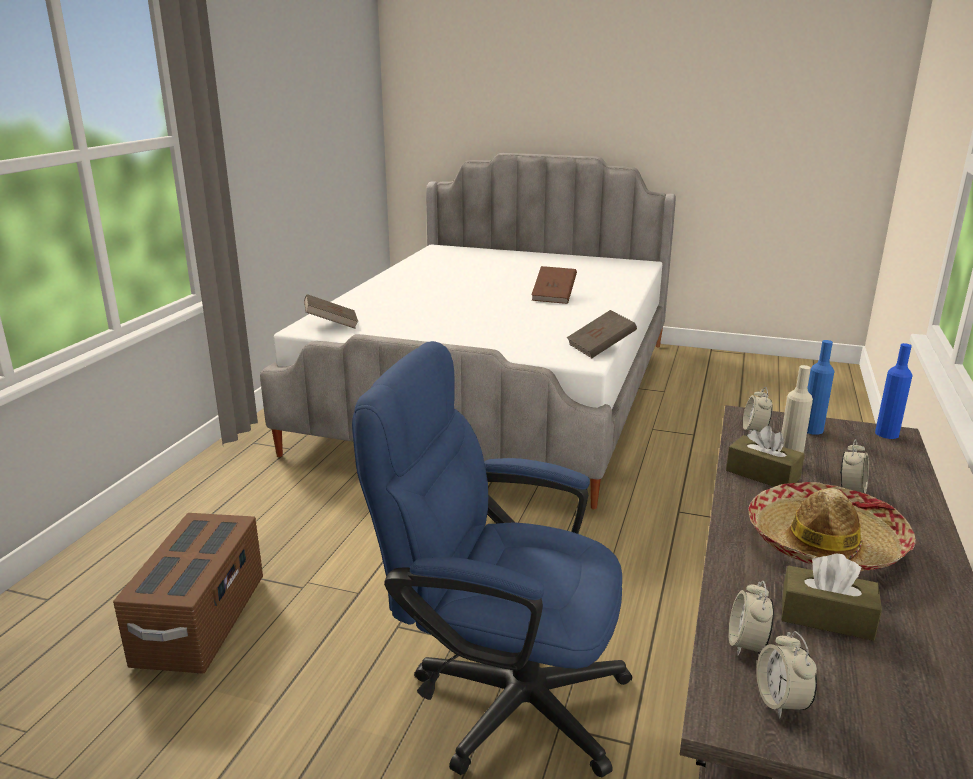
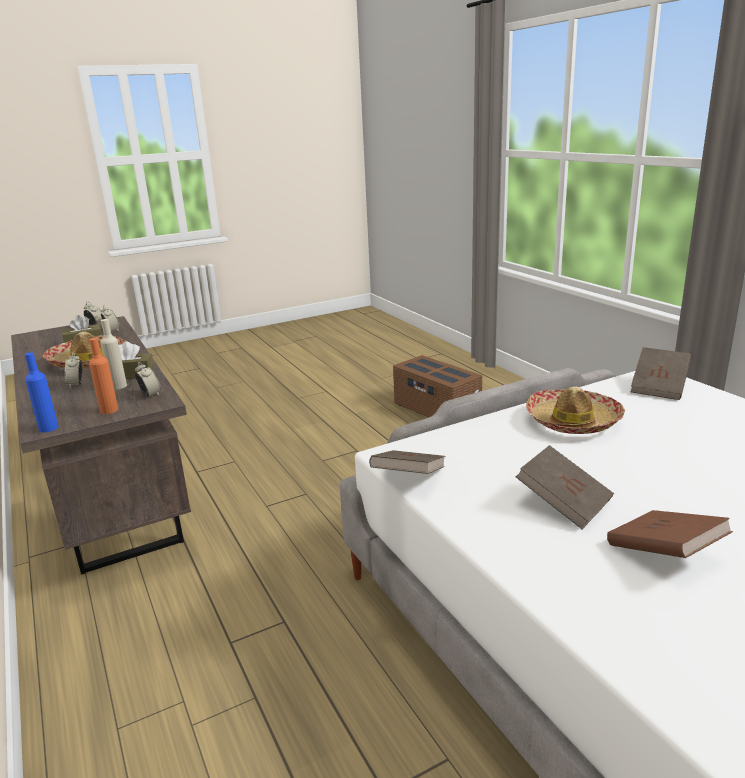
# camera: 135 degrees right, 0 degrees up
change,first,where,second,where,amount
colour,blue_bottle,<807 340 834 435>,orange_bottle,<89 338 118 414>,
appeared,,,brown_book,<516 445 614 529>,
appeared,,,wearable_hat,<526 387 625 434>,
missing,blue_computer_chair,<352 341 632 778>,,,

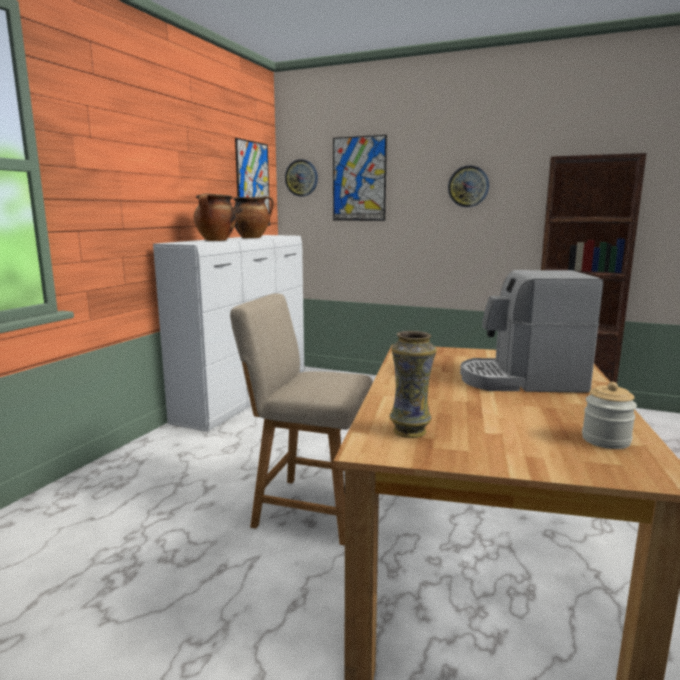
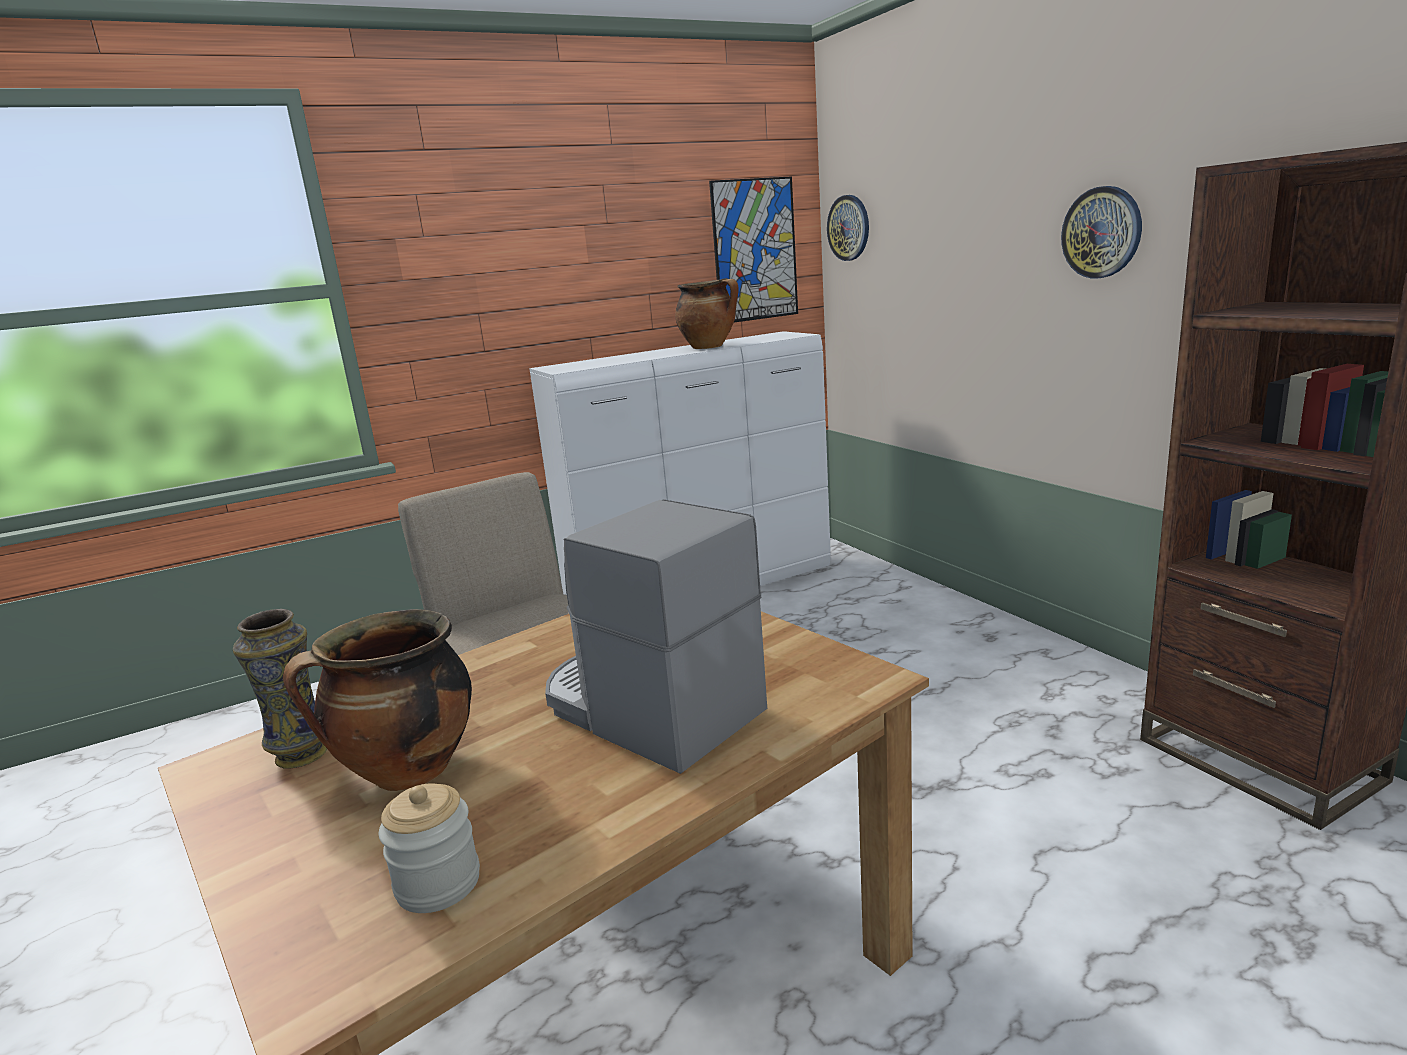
# camera: 40 degrees right, 5 degrees up
change,first,where,second,where,amount
relocated,cooking_pot,<193 193 236 241>,,<283 609 472 791>,
missing,picture,<333 135 387 221>,,,

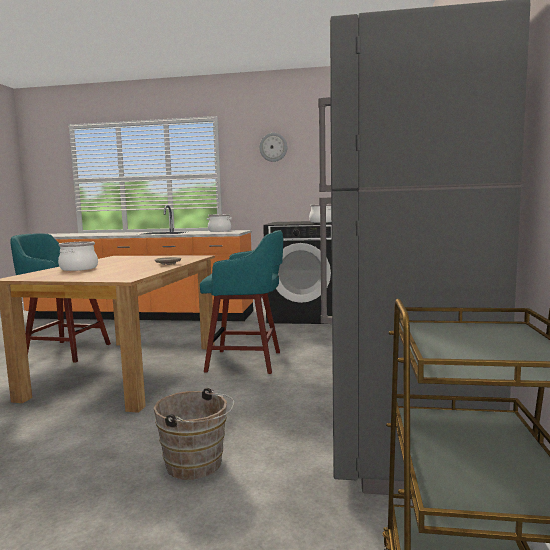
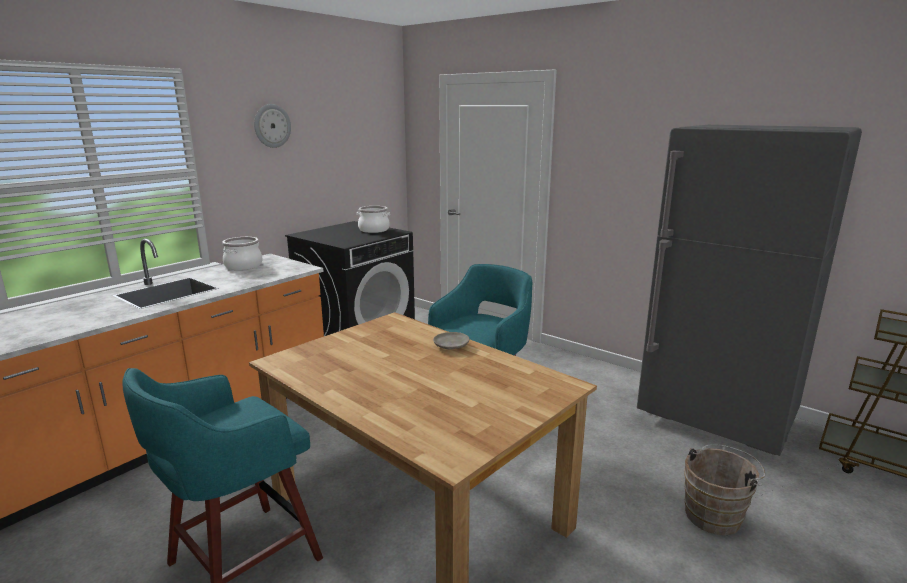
# camera: 60 degrees left, 10 degrees up
change,first,where,second,where,amount
missing,cooking_pot,<58 241 98 271>,,,

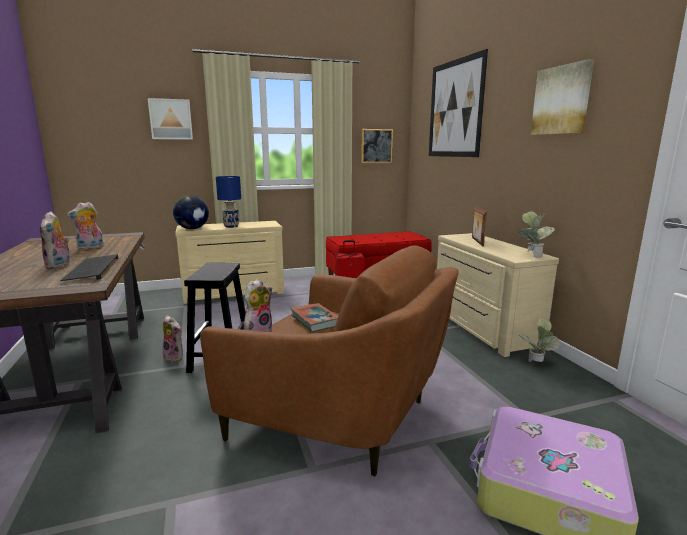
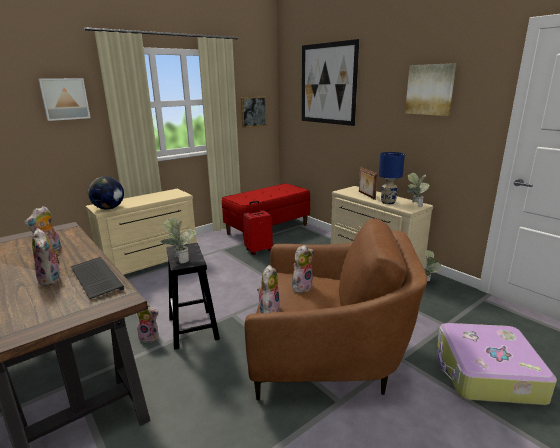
# camera: 20 degrees left, 5 degrees up
change,first,where,second,where,amount
appeared,,,houseplant,<160 218 196 263>,
exchanged,book,<290 303 338 332>,plush_toy,<292 245 314 293>,
relocated,blue_lamp_for_a_table,<216 176 241 228>,,<379 152 405 204>,

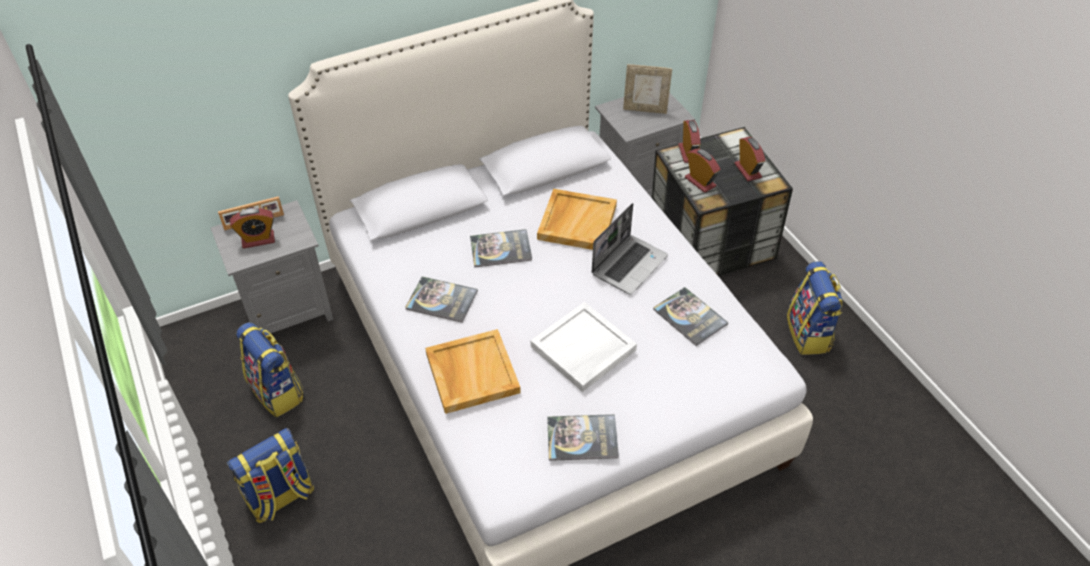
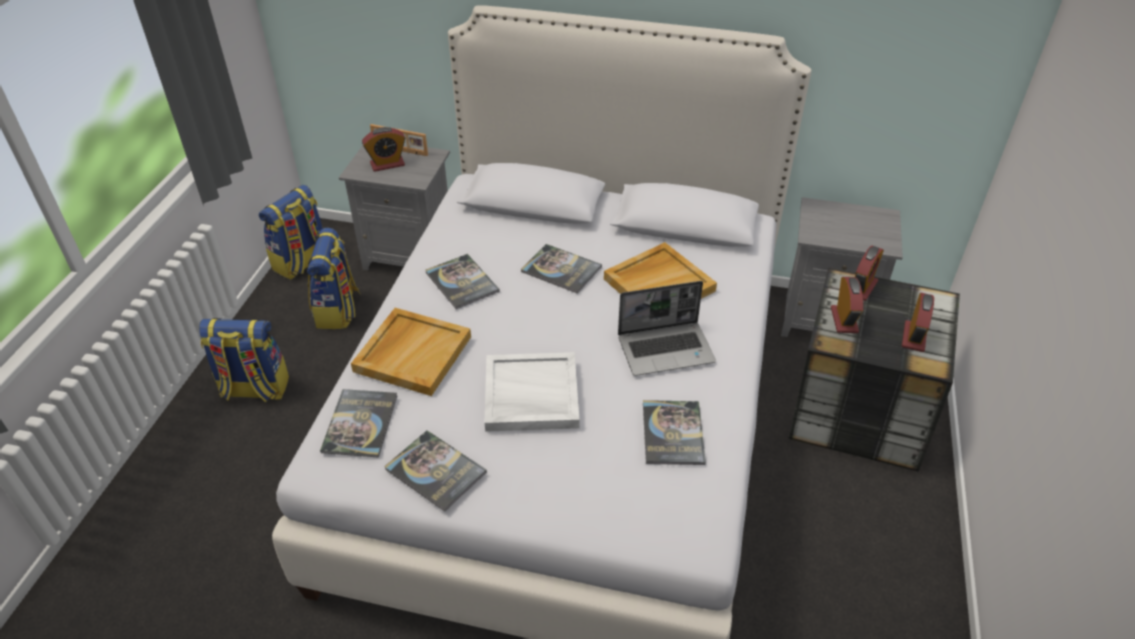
# camera: 40 degrees right, 5 degrees down
change,first,where,second,where,amount
relocated,backpack,<787 261 842 355>,,<259 185 323 280>,
appeared,,,book,<320 389 397 458>,
spun,bedside_clock,<230 208 275 249>,,<362 127 405 172>,45 degrees counterclockwise
missing,photo_frame,<623 64 672 114>,,,

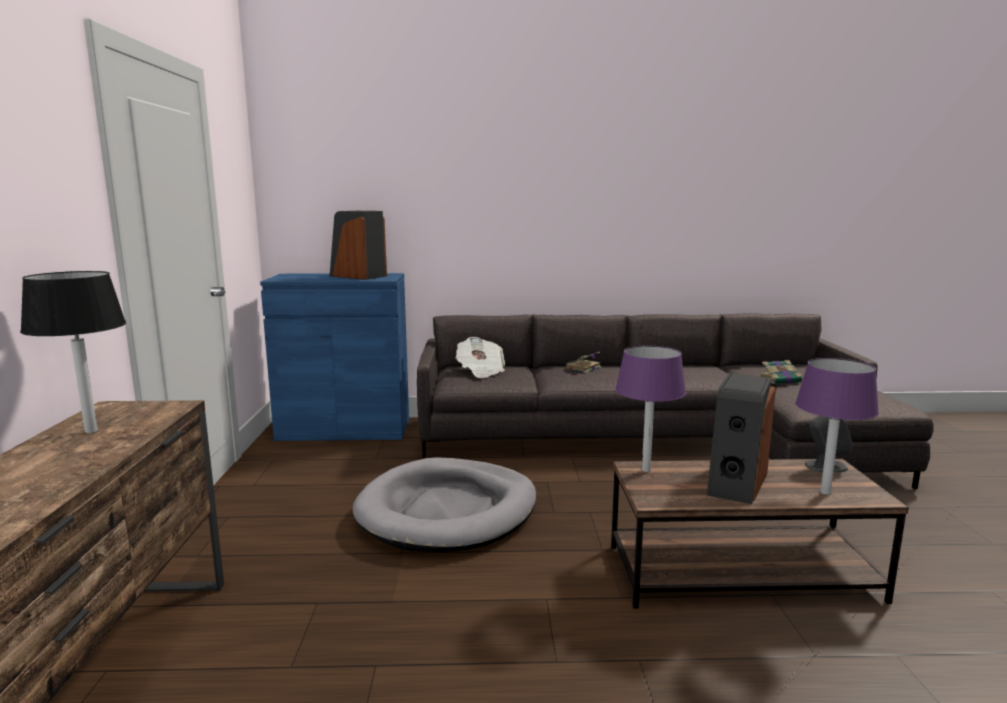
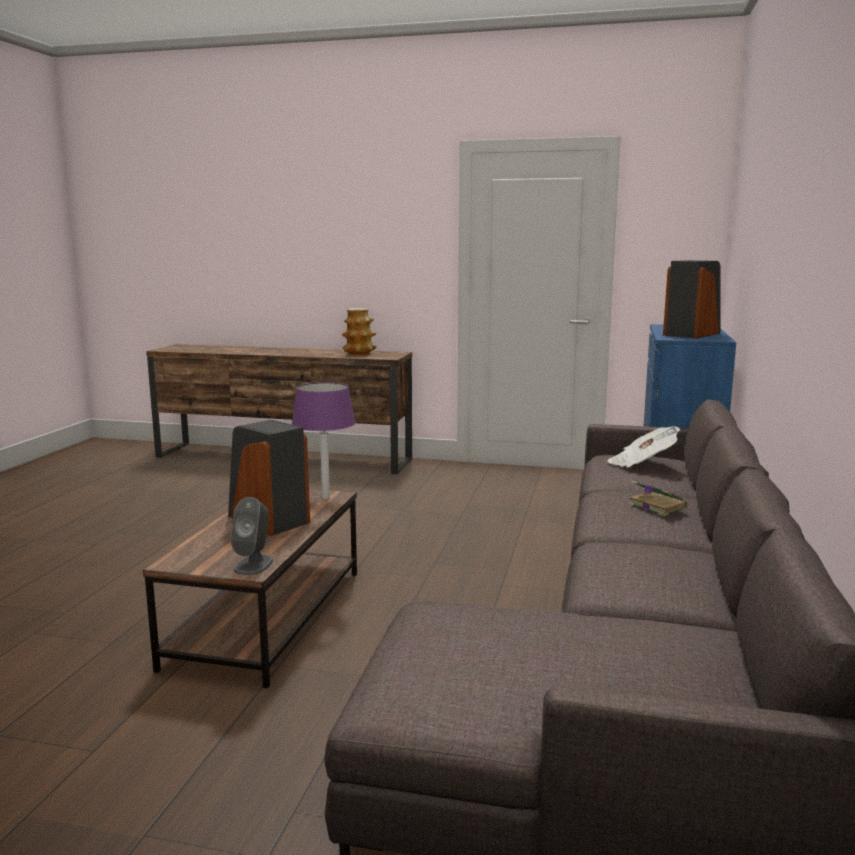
# camera: 105 degrees right, 0 degrees up
change,first,where,second,where,amount
exchanged,black-coloured_lamp_for_a_table,<20 271 126 433>,vase,<342 308 376 355>,
missing,gray_pet_bed,<352 457 536 552>,,,
missing,book,<759 360 802 384>,,,
missing,purple-coloured_lamp_for_a_table,<795 358 879 495>,,,

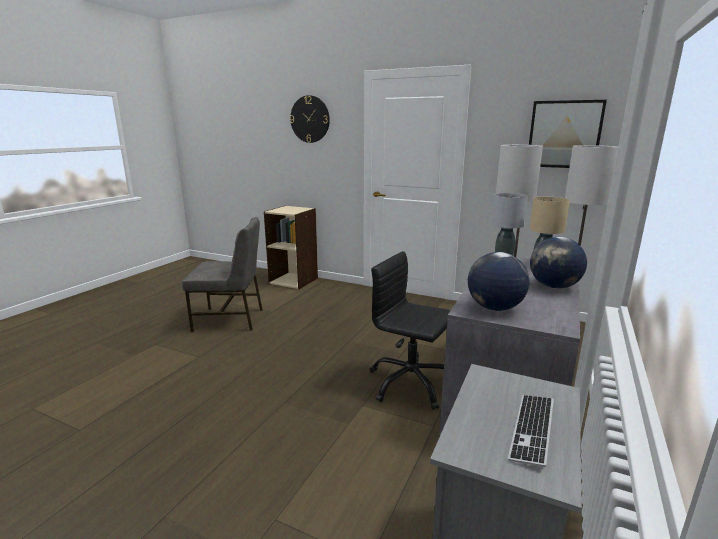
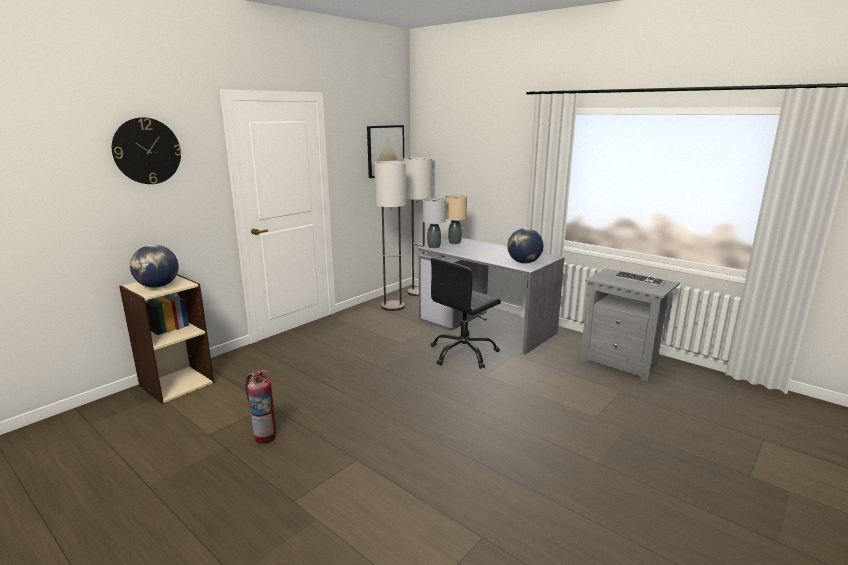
# camera: 75 degrees left, 0 degrees up
change,first,where,second,where,amount
relocated,desk_globe,<530 237 587 289>,,<130 245 179 288>,
exchanged,gray_plain_chair,<182 217 263 332>,fire_extinguisher,<245 370 276 444>,

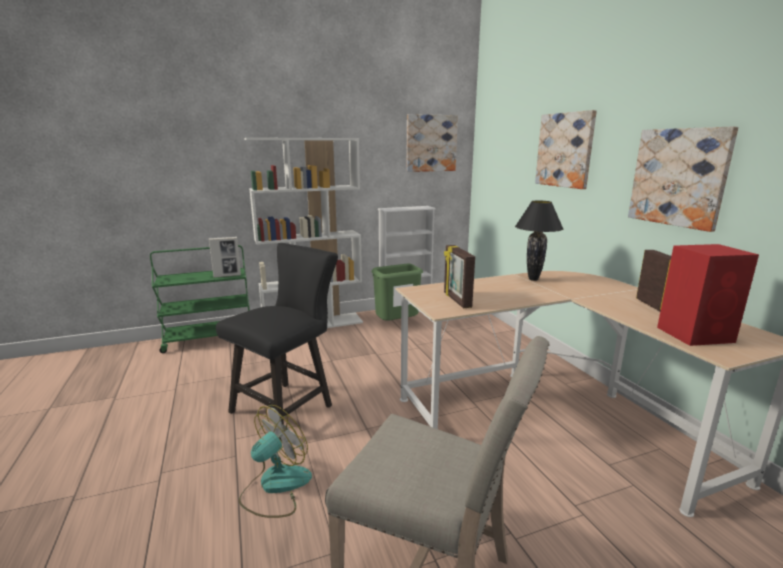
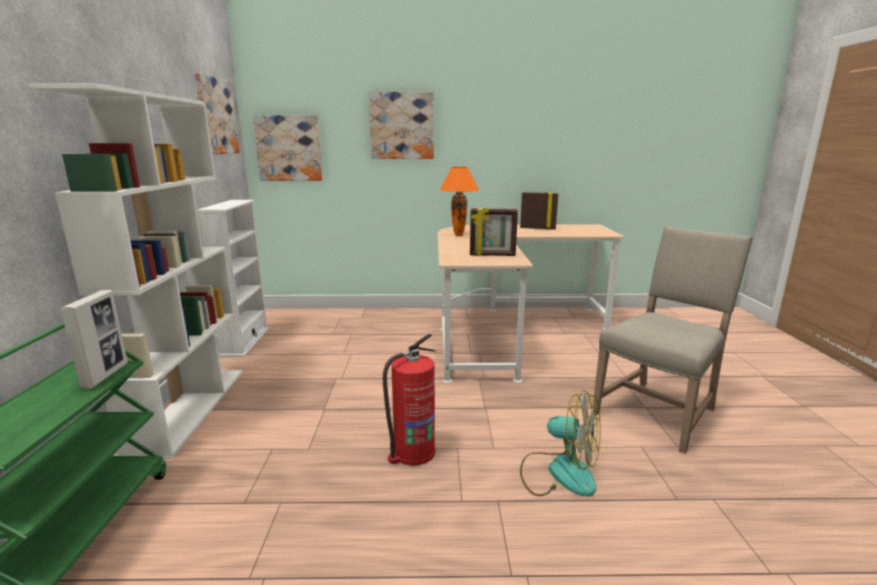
# camera: 70 degrees left, 0 degrees up
change,first,where,second,where,amount
relocated,picture,<628 127 738 232>,,<253 115 322 181>,
exchanged,black-coloured_plain_chair,<216 243 338 443>,fire_extinguisher,<383 333 436 466>,
colour,black-coloured_lamp_for_a_table,<515 201 563 281>,orange_lamp_for_a_table,<440 167 479 236>,
spun,electric_fan,<239 405 312 518>,,<520 390 601 497>,150 degrees clockwise
missing,green_waste_bin,<371 264 423 321>,,,
missing,red_speaker,<657 244 759 346>,,,

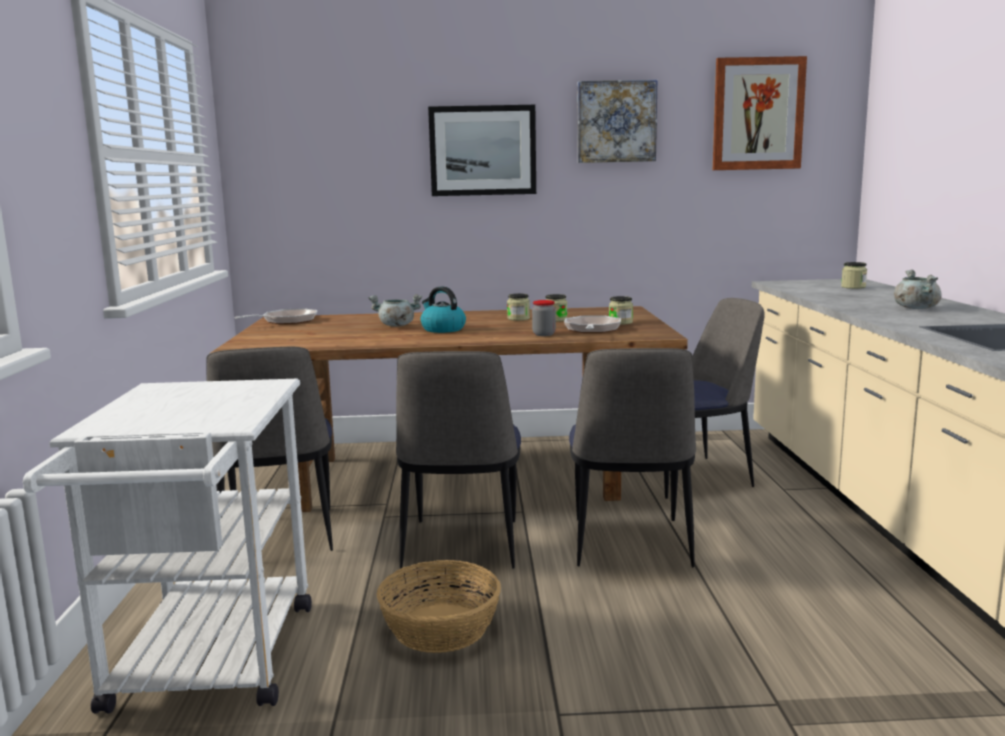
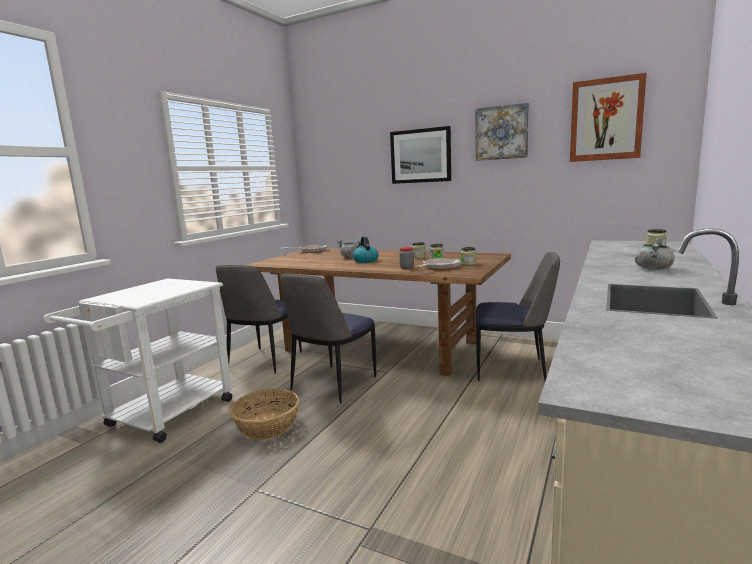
# camera: 30 degrees right, 0 degrees up
change,first,where,second,where,amount
missing,plain_chair,<569 348 696 567>,,,

